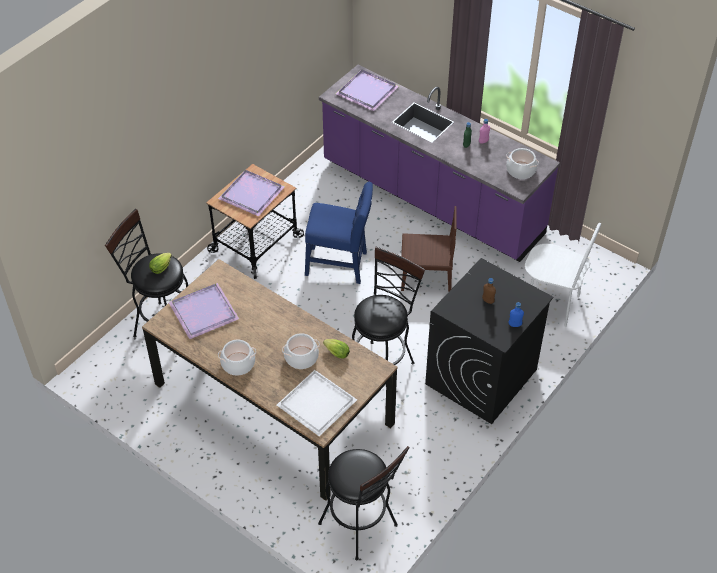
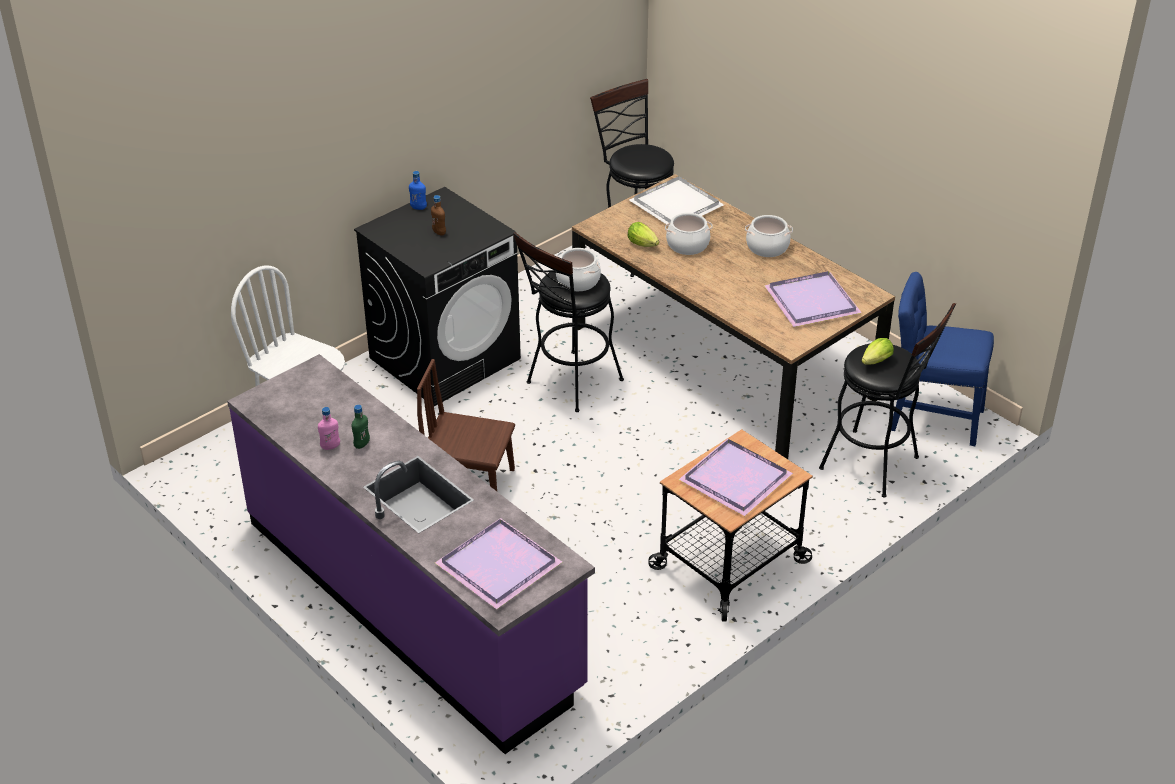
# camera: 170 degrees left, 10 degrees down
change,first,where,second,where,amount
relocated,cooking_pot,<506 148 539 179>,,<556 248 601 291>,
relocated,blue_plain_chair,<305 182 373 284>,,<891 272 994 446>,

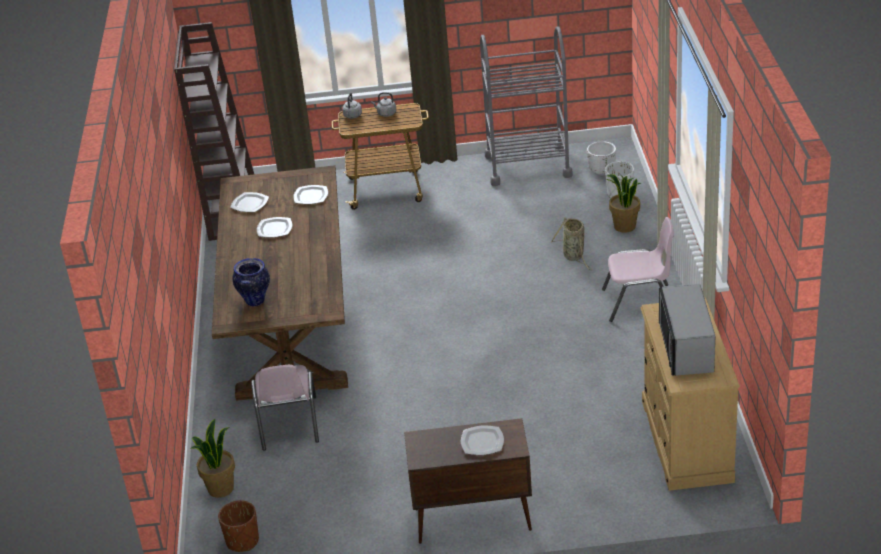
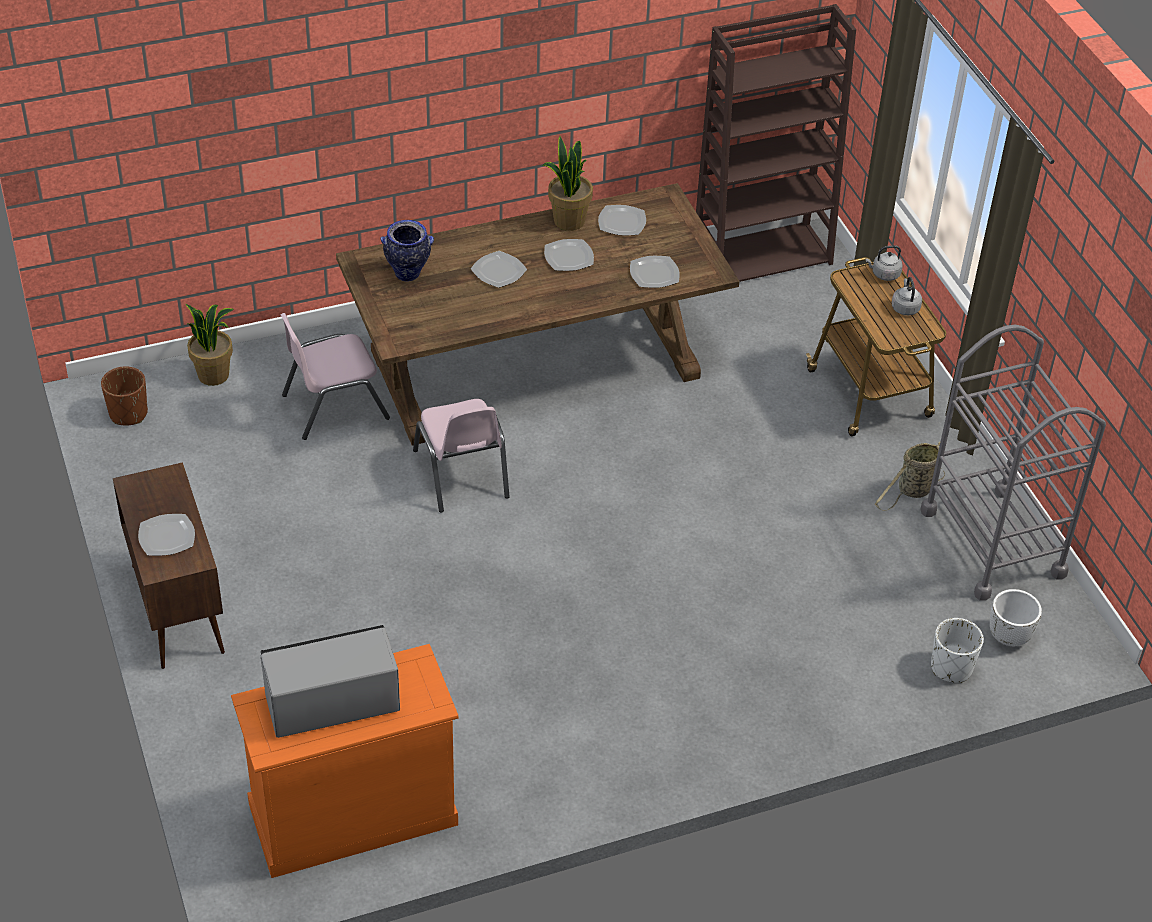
# camera: 70 degrees right, 10 degrees up
change,first,where,second,where,amount
colour,beige-coloured_dresser,<641 298 740 491>,orange_dresser,<231 644 459 878>,
relocated,pink-coloured_plain_chair,<602 217 674 322>,,<413 399 510 513>,
appeared,,,dinner_plate,<471 251 527 288>,
relocated,houseplant,<607 174 642 233>,,<542 136 593 231>,
relocated,basket,<550 217 591 270>,,<875 442 945 511>,

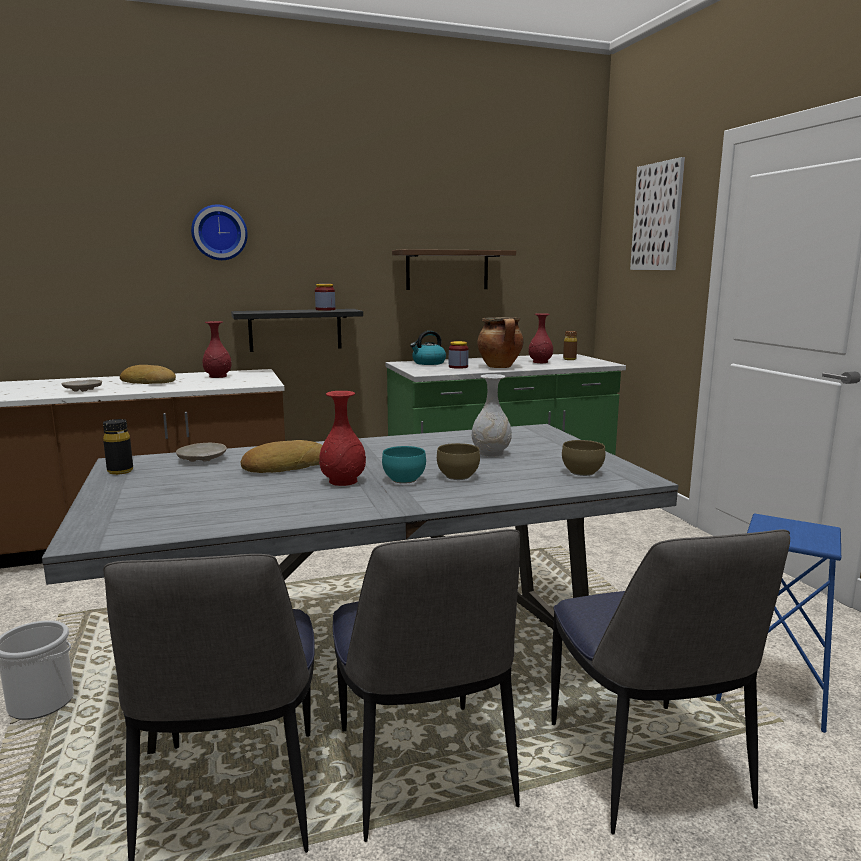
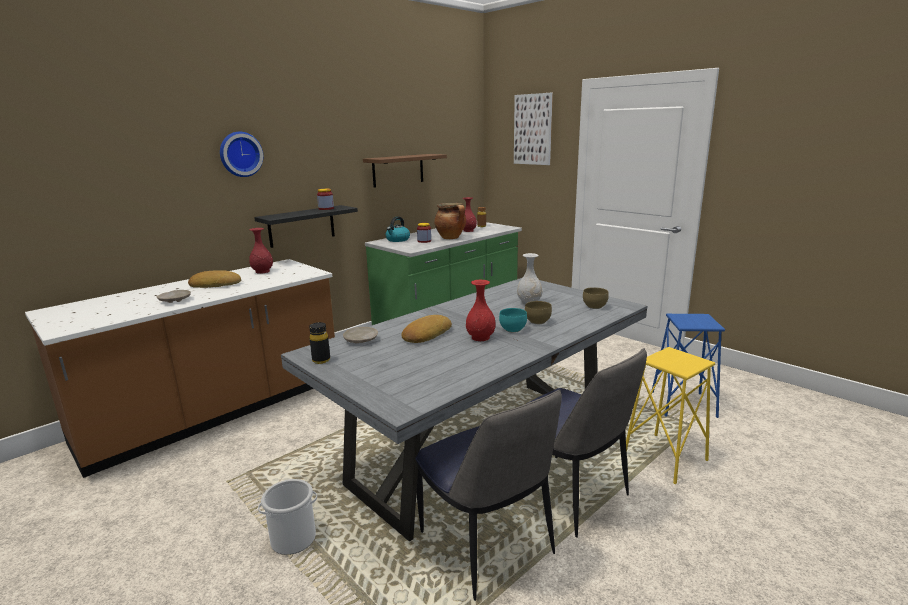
# camera: 25 degrees left, 5 degrees up
change,first,where,second,where,amount
exchanged,plain_chair,<551 529 790 835>,yellow_stool_seat,<626 347 715 484>,

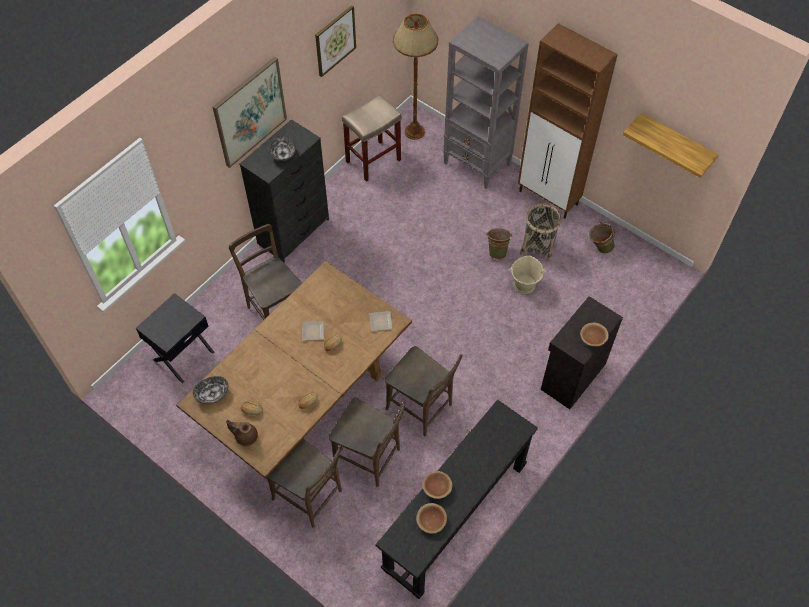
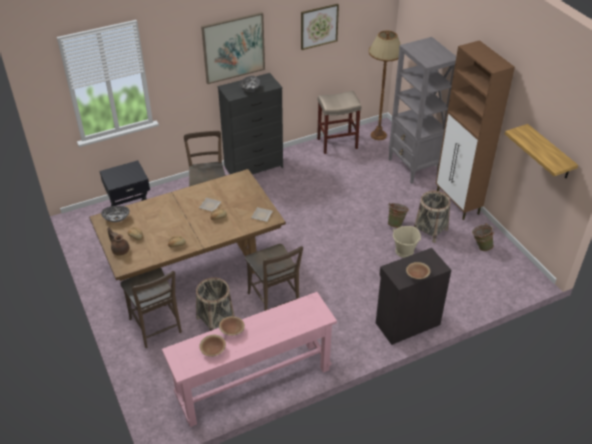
# camera: 25 degrees right, 15 degrees down
change,first,where,second,where,amount
colour,black-coloured_hall_table,<375 400 538 599>,pink-coloured_hall_table,<162 292 337 427>,
exchanged,brown_plain_chair,<329 398 406 487>,basket,<196 277 235 331>,

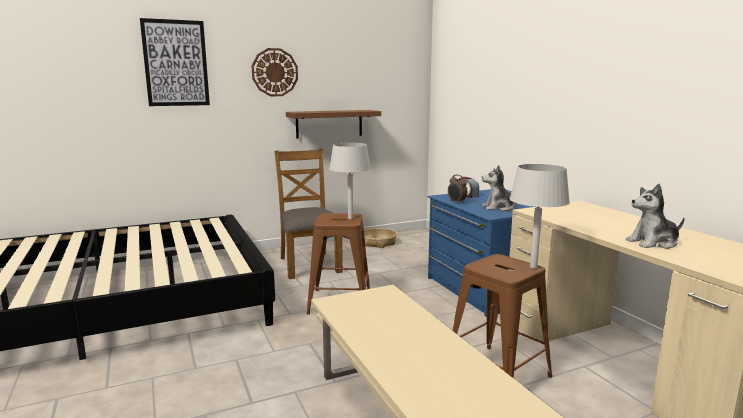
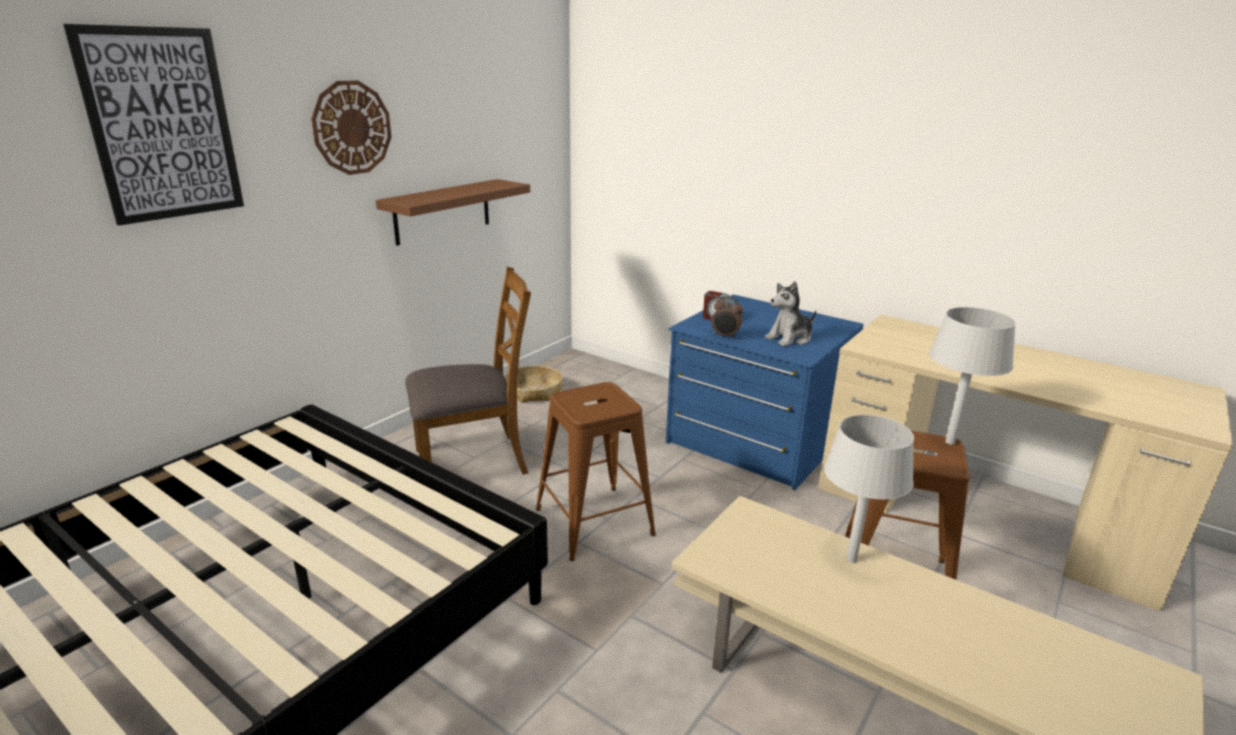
# camera: 30 degrees left, 10 degrees up
change,first,where,second,where,amount
spun,brown_plain_chair,<274 149 343 279>,,<405 267 531 474>,120 degrees clockwise
relocated,gray_lamp_for_a_table,<329 143 371 219>,,<824 415 914 563>,
missing,plush_toy,<626 184 685 249>,,,

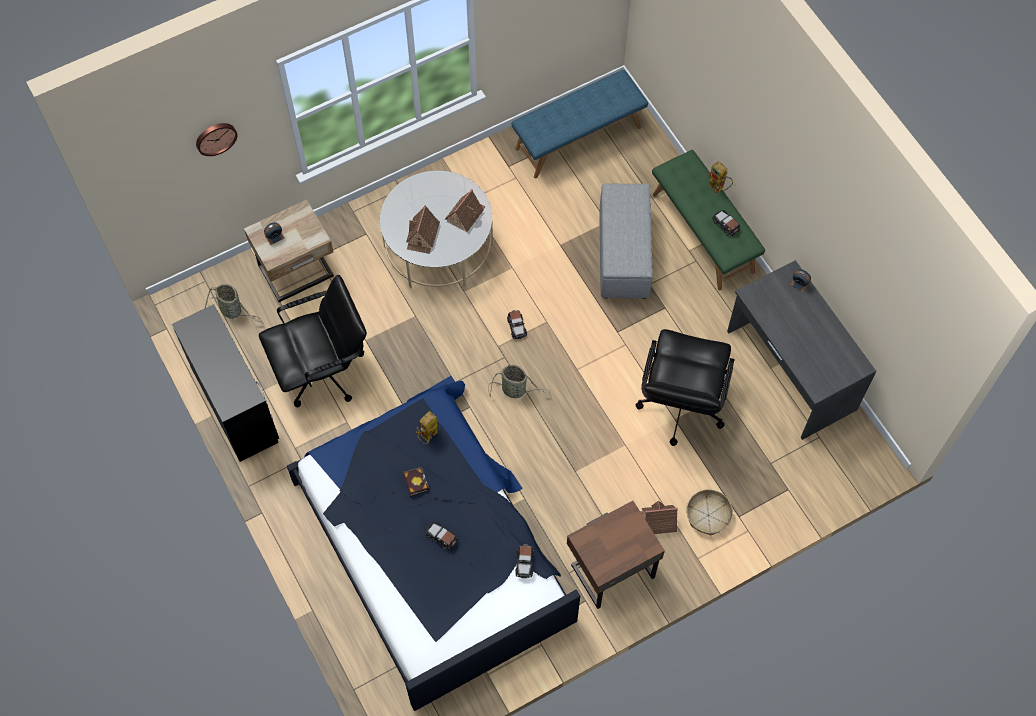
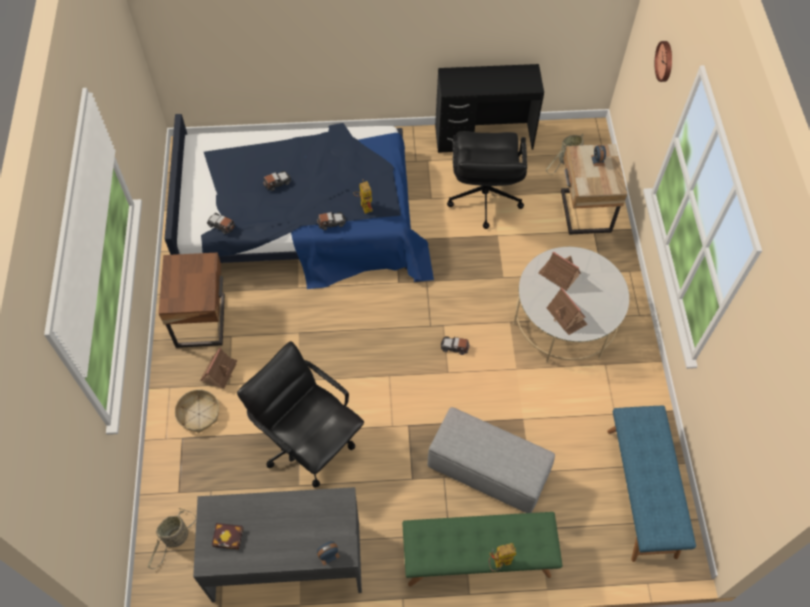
# camera: 115 degrees right, 5 degrees down
change,first,where,second,where,amount
relocated,basket,<488 365 551 398>,,<148 508 196 569>,
relocated,book,<402 467 429 497>,,<212 523 243 550>,
relocated,miniature_car,<712 210 740 236>,,<317 212 346 230>,

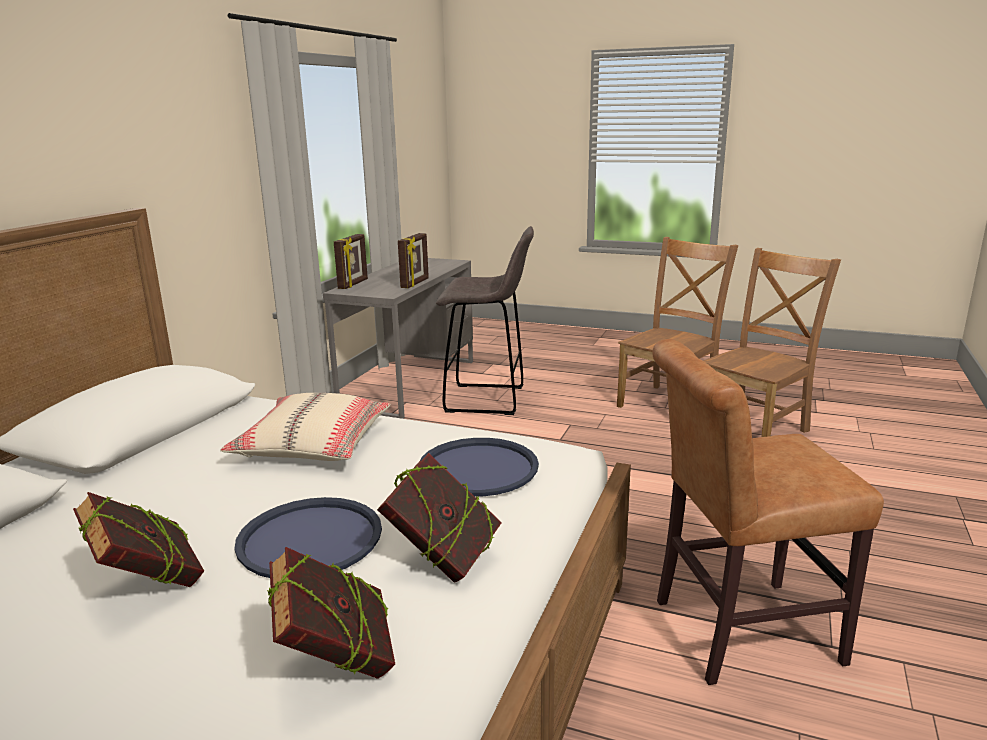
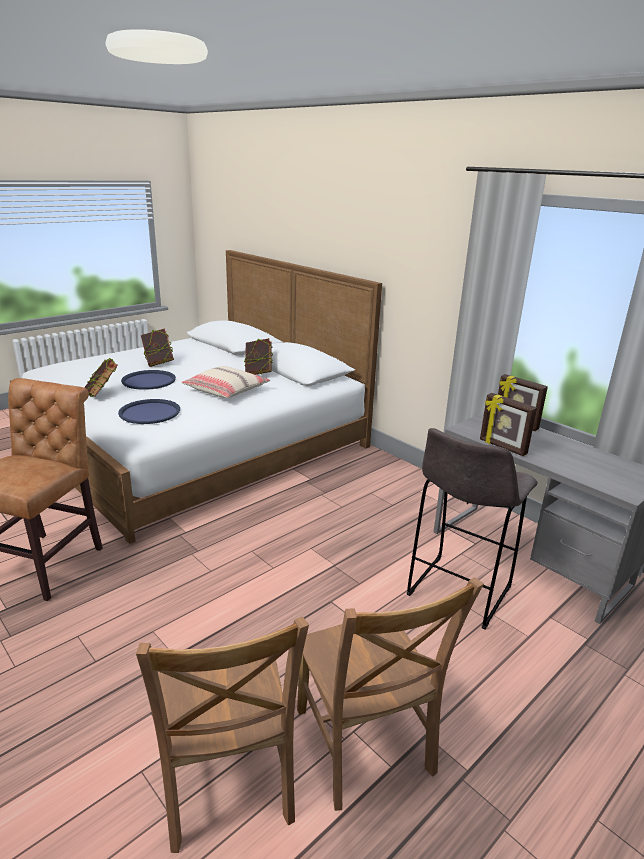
# camera: 115 degrees right, 5 degrees up
change,first,where,second,where,amount
relocated,book,<267 547 395 679>,,<244 338 273 375>,

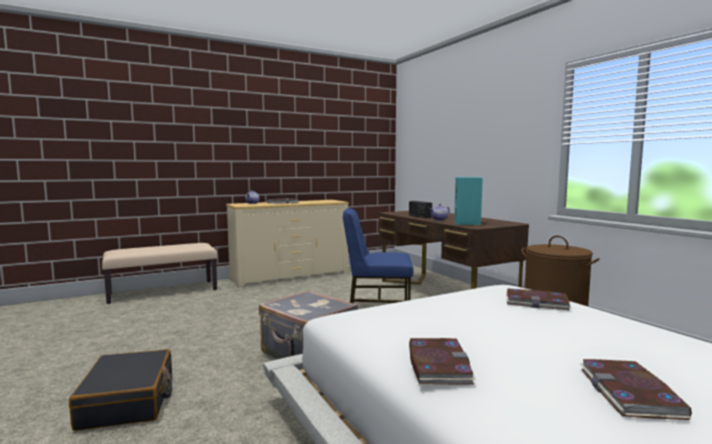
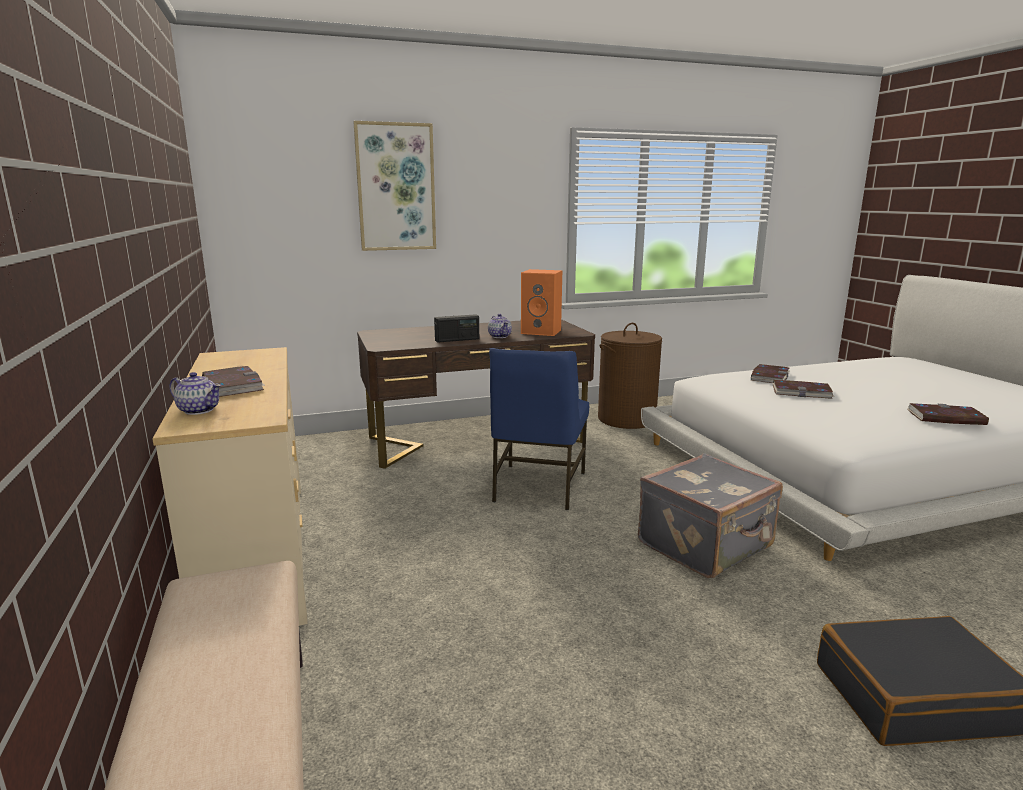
# camera: 80 degrees left, 10 degrees up
change,first,where,second,where,amount
appeared,,,picture,<353 121 436 251>,
colour,turquoise-coloured_speaker,<454 177 483 225>,orange_speaker,<521 269 562 336>,
relocated,book,<580 359 692 420>,,<772 380 834 399>,

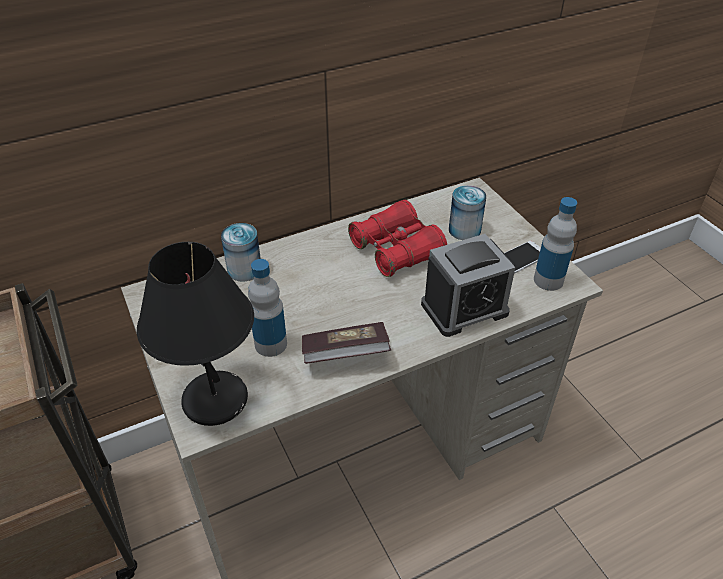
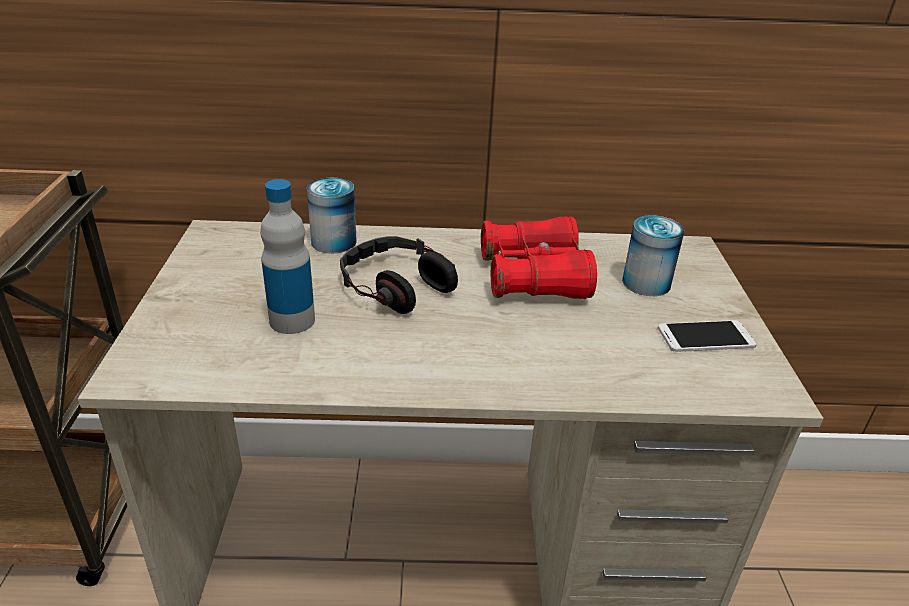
# camera: 25 degrees right, 10 degrees down
change,first,where,second,where,amount
appeared,,,headset,<340 236 458 314>,
missing,black-coloured_lamp_for_a_table,<137 242 254 426>,,,
missing,book,<302 322 391 364>,,,
missing,bedside_clock,<421 234 515 337>,,,
missing,bottle,<534 197 577 291>,,,

